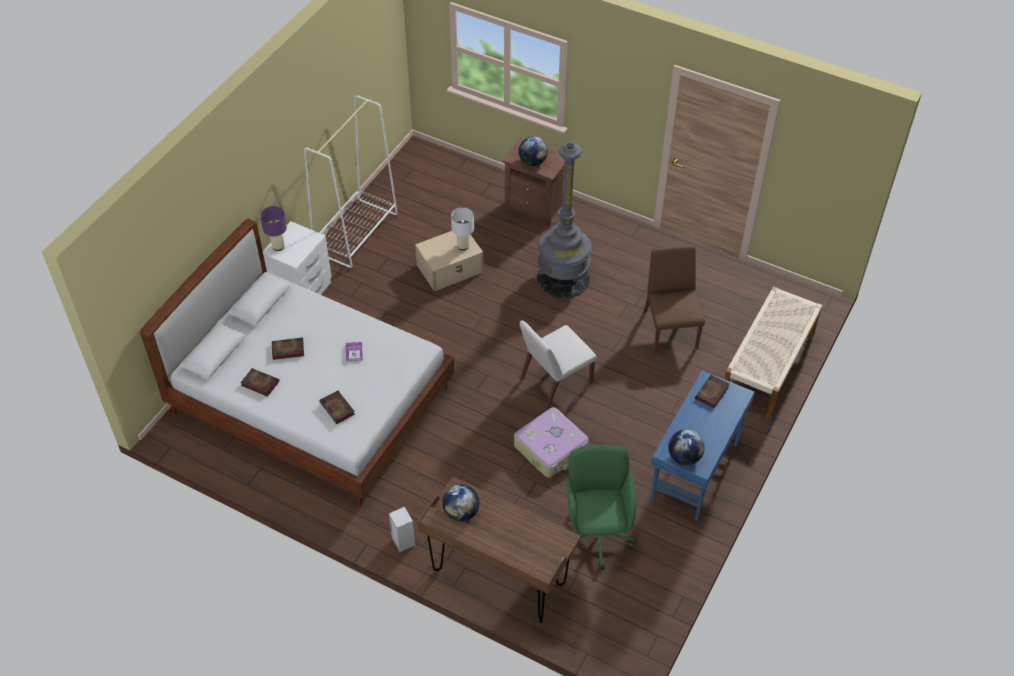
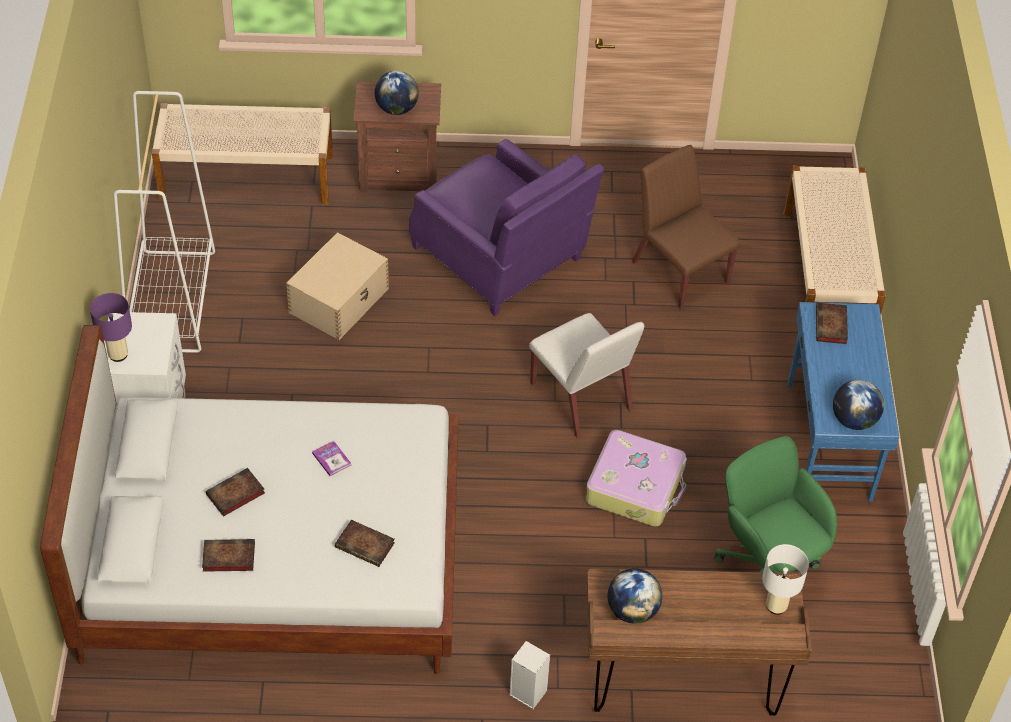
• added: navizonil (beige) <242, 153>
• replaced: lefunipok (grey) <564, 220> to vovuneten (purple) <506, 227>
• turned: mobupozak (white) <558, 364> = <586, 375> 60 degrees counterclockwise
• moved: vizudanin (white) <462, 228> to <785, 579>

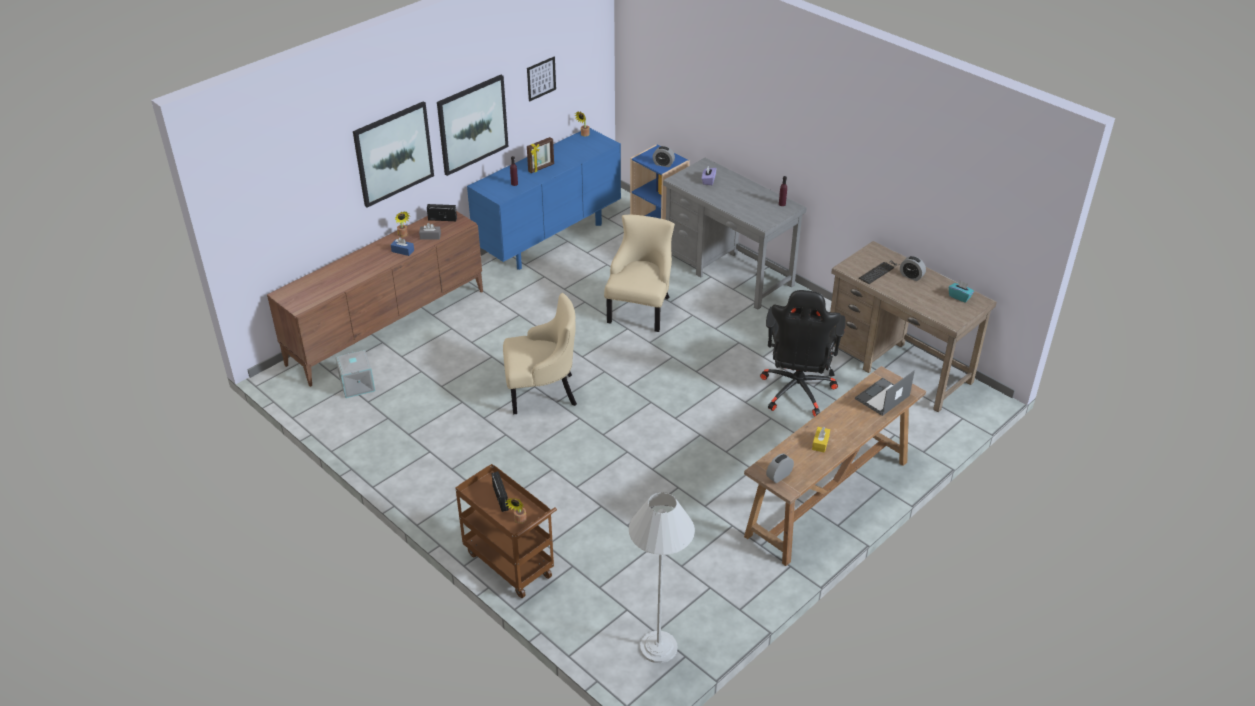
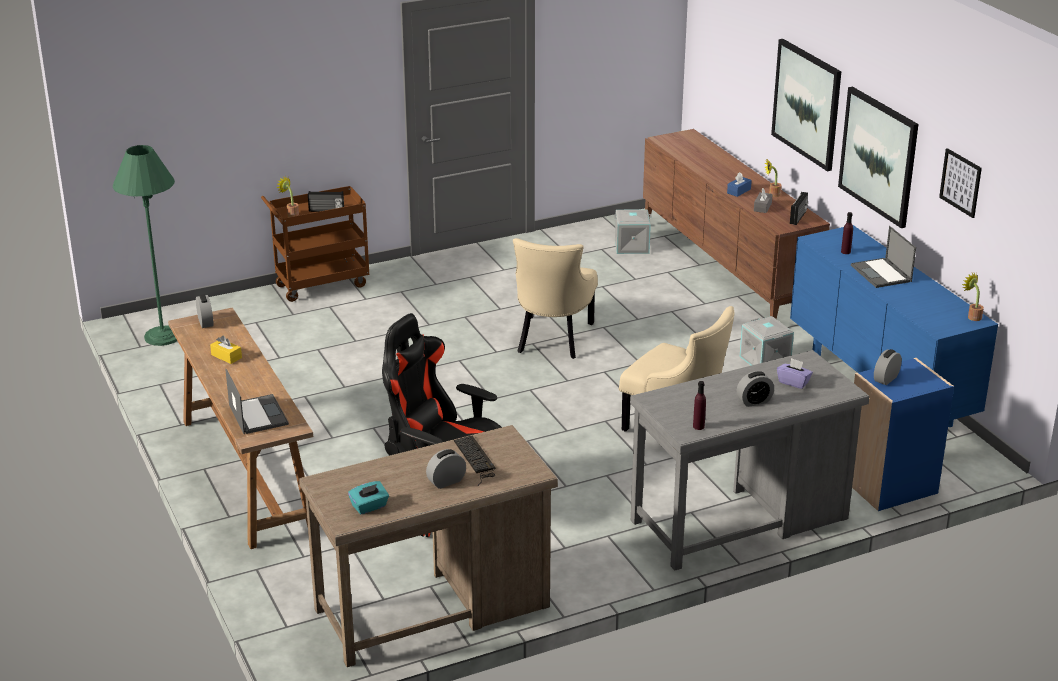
• recoloured: lefunipok (white) <662, 577> to lefunipok (green) <145, 245>
• added: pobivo <755, 389>
• added: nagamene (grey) <767, 340>
• replaced: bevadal <540, 155> to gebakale <883, 257>

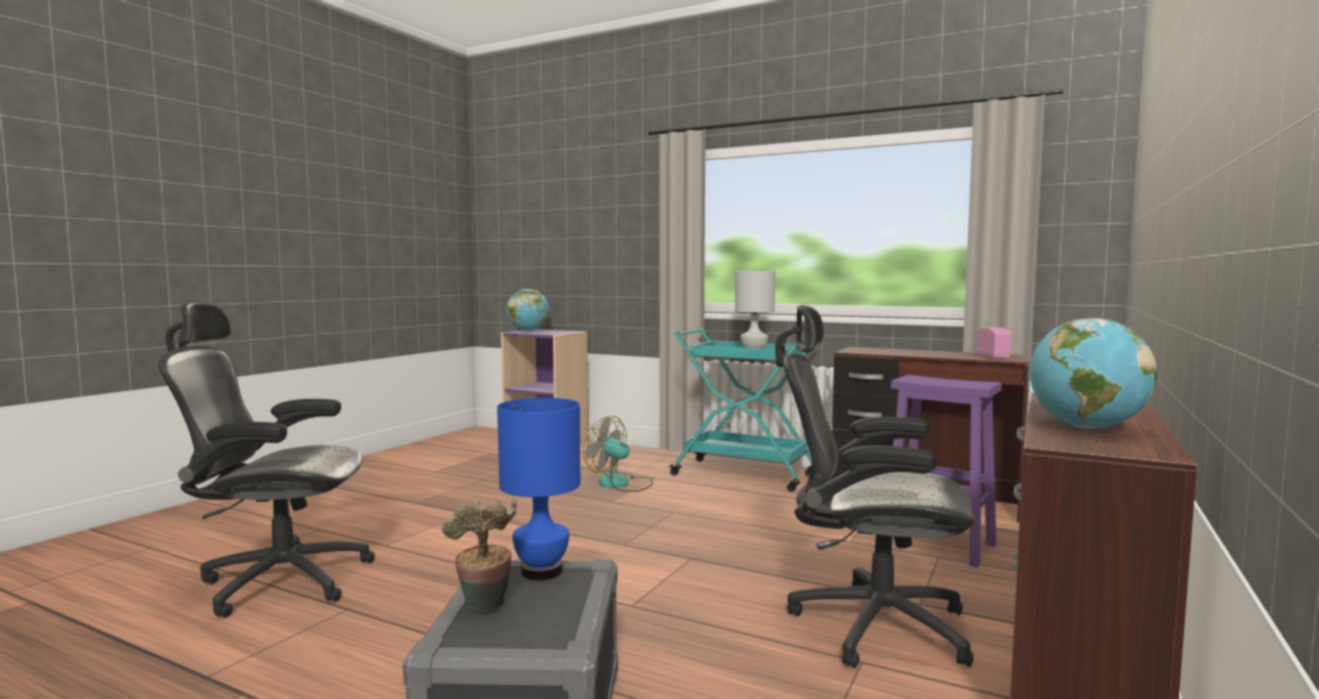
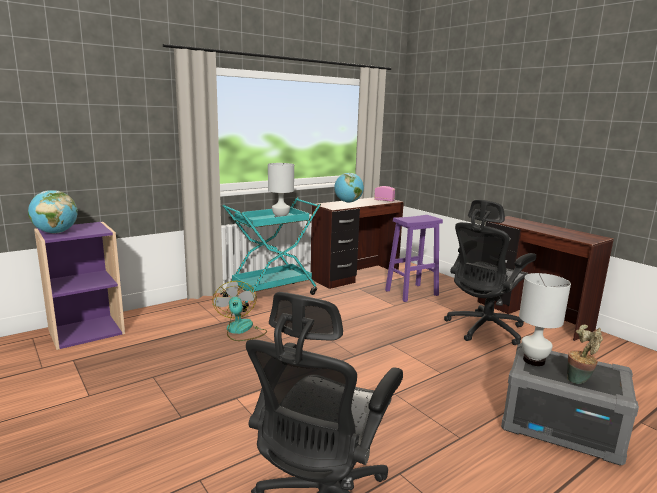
• turned: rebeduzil <618, 454> = <239, 311> 105 degrees clockwise
• moved: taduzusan <1093, 373> to <349, 188>
• recoloured: vizudanin (blue) <538, 489> to vizudanin (white) <545, 319>

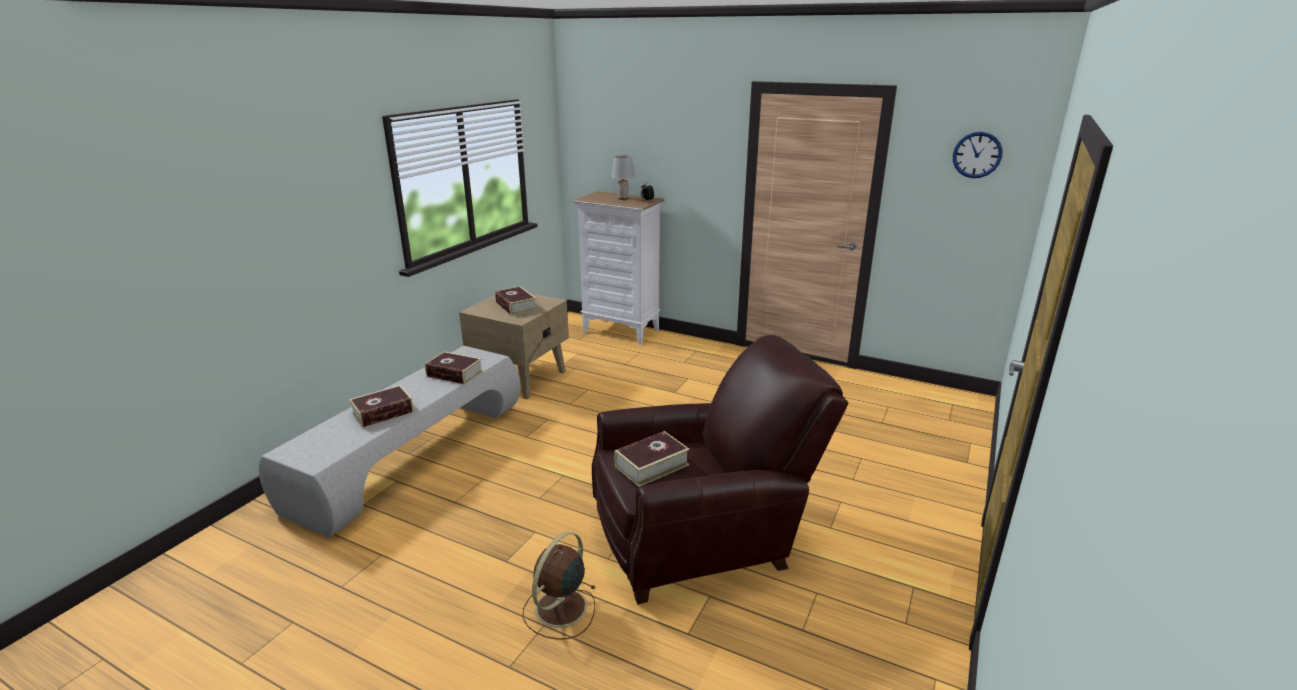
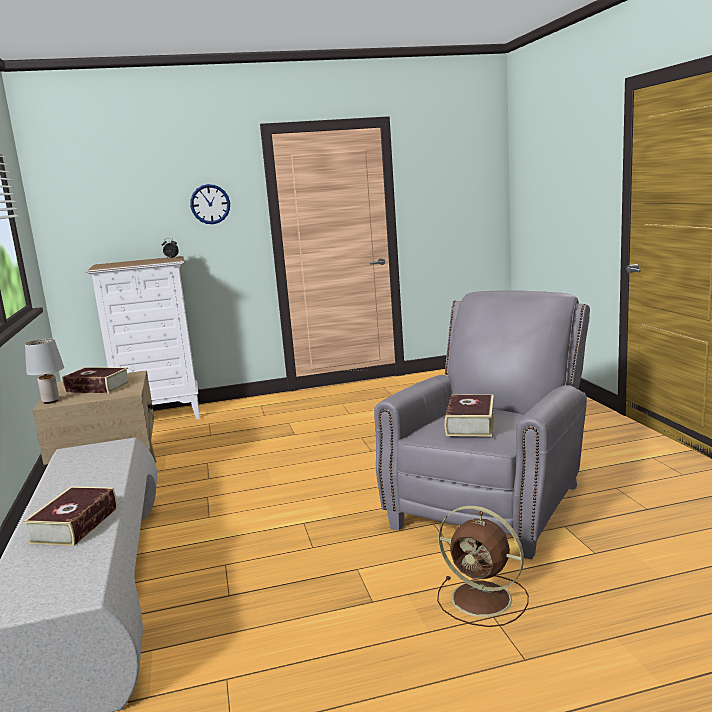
• moved: vizudanin (grey) <623, 177> to <44, 371>
• moved: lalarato <977, 155> to <210, 204>
• recoloured: vovuneten (brown) <720, 469> to vovuneten (grey) <482, 424>
• turned: rebeduzil (brown) <559, 586> = <483, 566> 45 degrees counterclockwise
• removed: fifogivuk <454, 368>

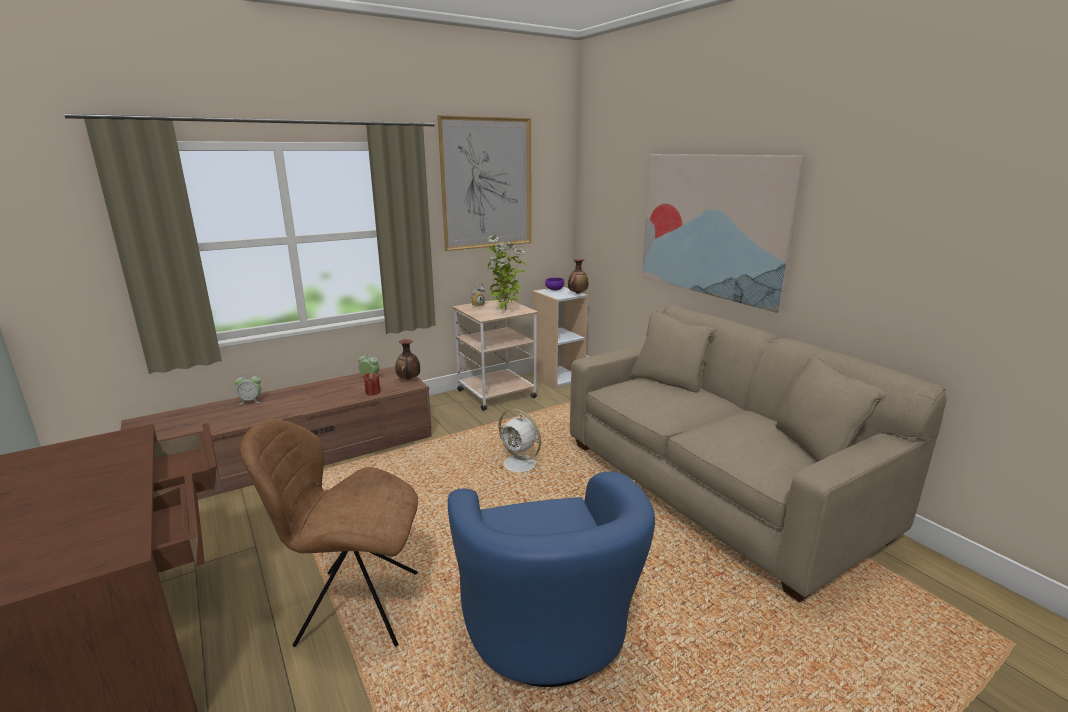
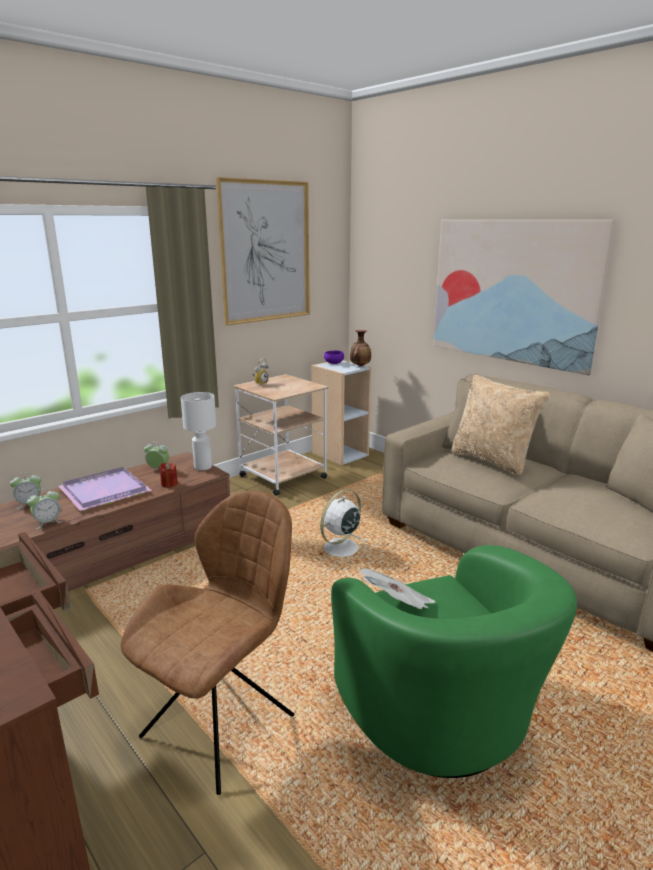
• added: pobivo <45, 508>
• added: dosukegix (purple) <105, 489>
• turned: mobupozak (brown) <329, 533> = <207, 643> 135 degrees clockwise
• replaced: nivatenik <407, 359> to vizudanin (white) <198, 431>
• turned: rebeduzil (white) <517, 440> = <344, 523> 105 degrees clockwise
• recoloured: vovuneten (blue) <551, 579> to vovuneten (green) <454, 661>
• added: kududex <397, 588>
• added: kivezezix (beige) <501, 425>
• removed: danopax <506, 273>

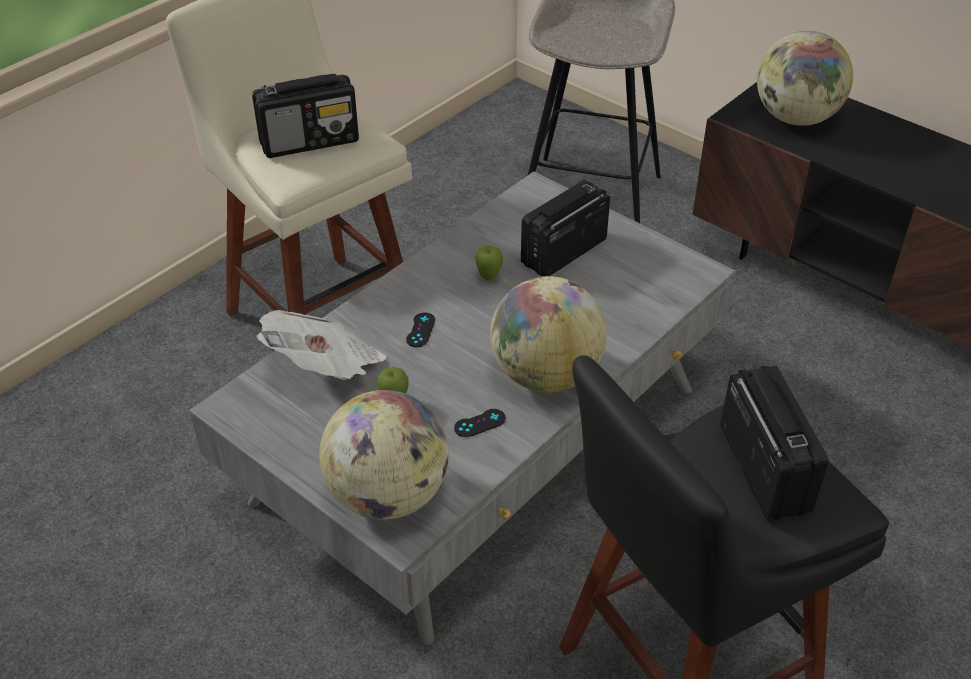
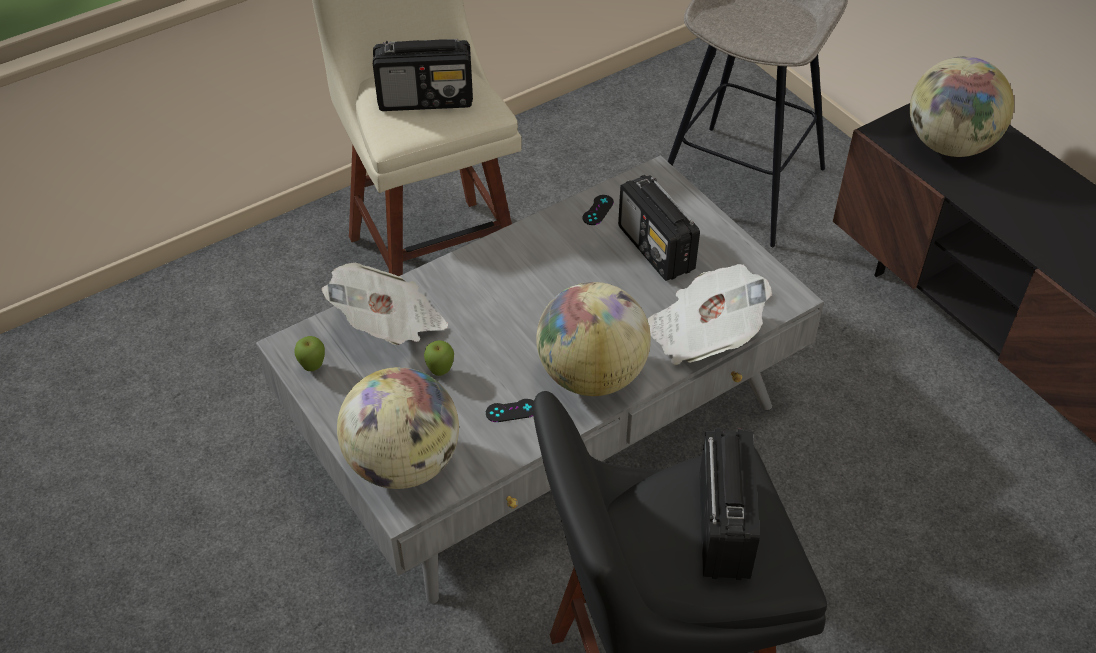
• moved: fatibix <489, 262> to <309, 353>
• moved: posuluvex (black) <420, 329> to <598, 210>
• turned: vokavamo <565, 228> = <659, 228> 90 degrees counterclockwise
• added: kududex <709, 314>

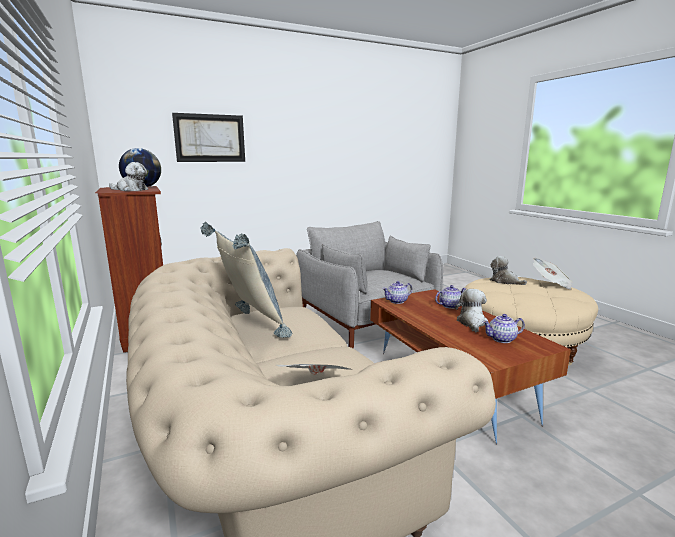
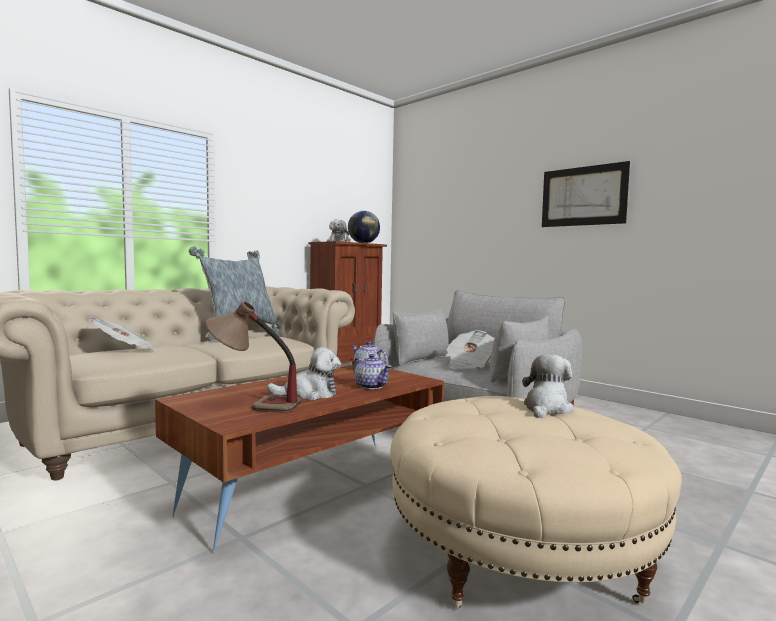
• replaced: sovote <504, 328> to vizudanin <253, 357>
• moved: kududex <553, 274> to <469, 349>
• moved: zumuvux <208, 137> to <586, 194>

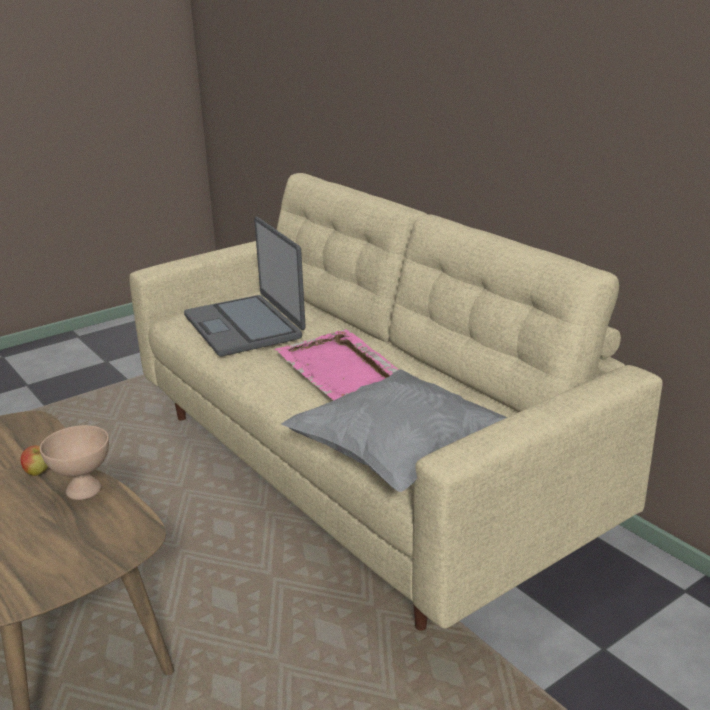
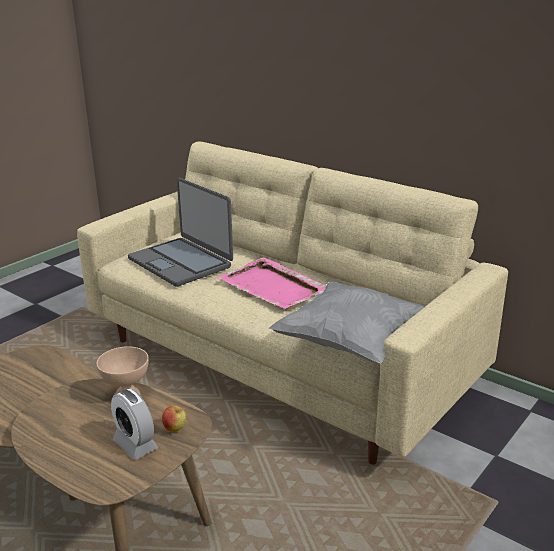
• added: pobivo <134, 424>
• moved: fatibix <34, 460> to <174, 418>

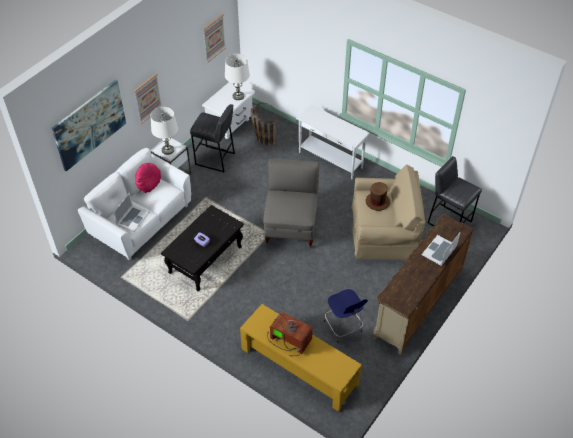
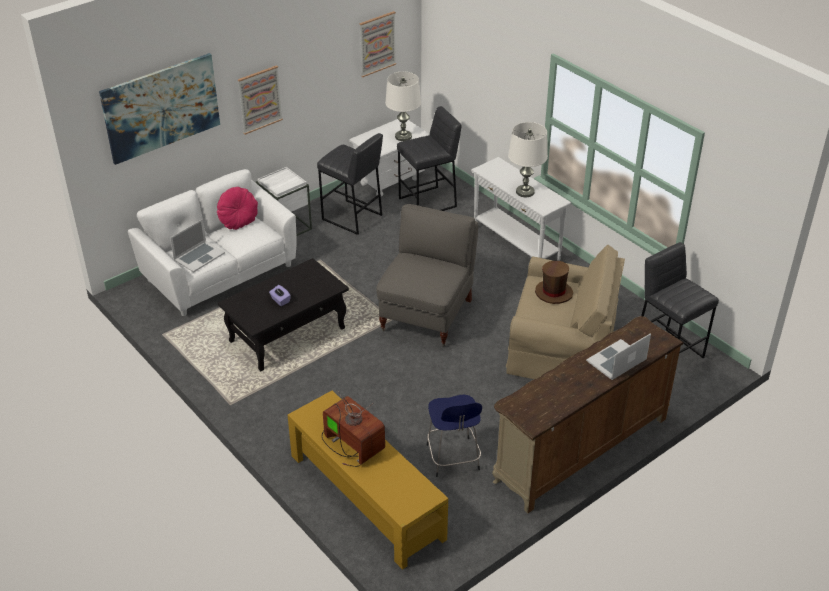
• replaced: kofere <265, 124> to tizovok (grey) <429, 158>
• moved: vizudanin (white) <164, 131> to <528, 159>

